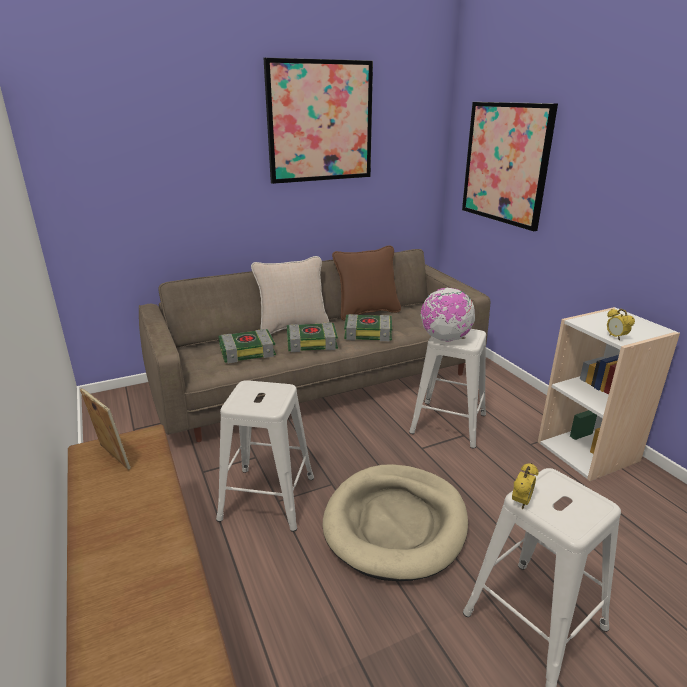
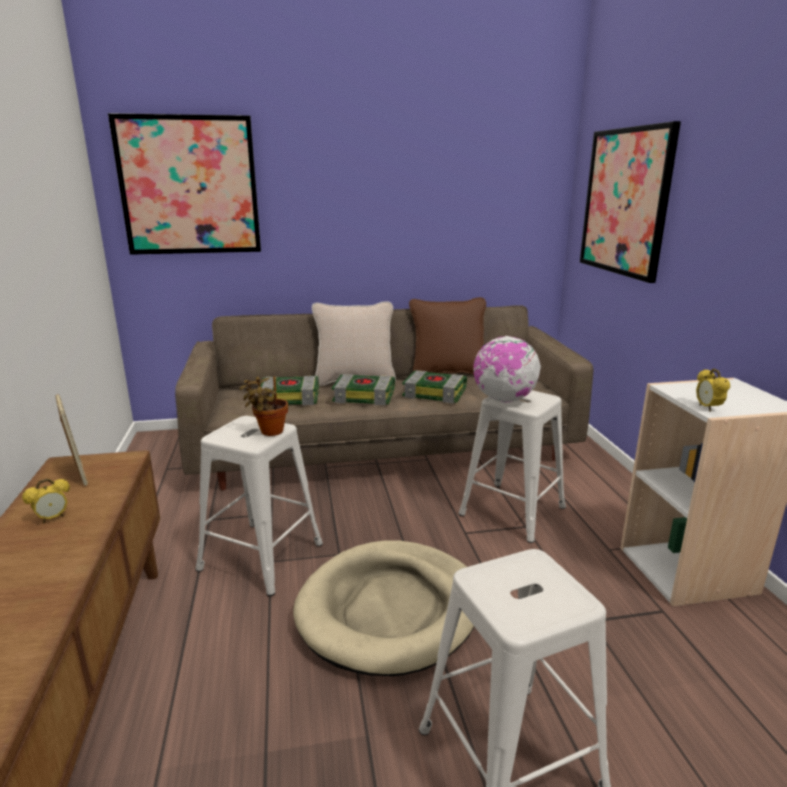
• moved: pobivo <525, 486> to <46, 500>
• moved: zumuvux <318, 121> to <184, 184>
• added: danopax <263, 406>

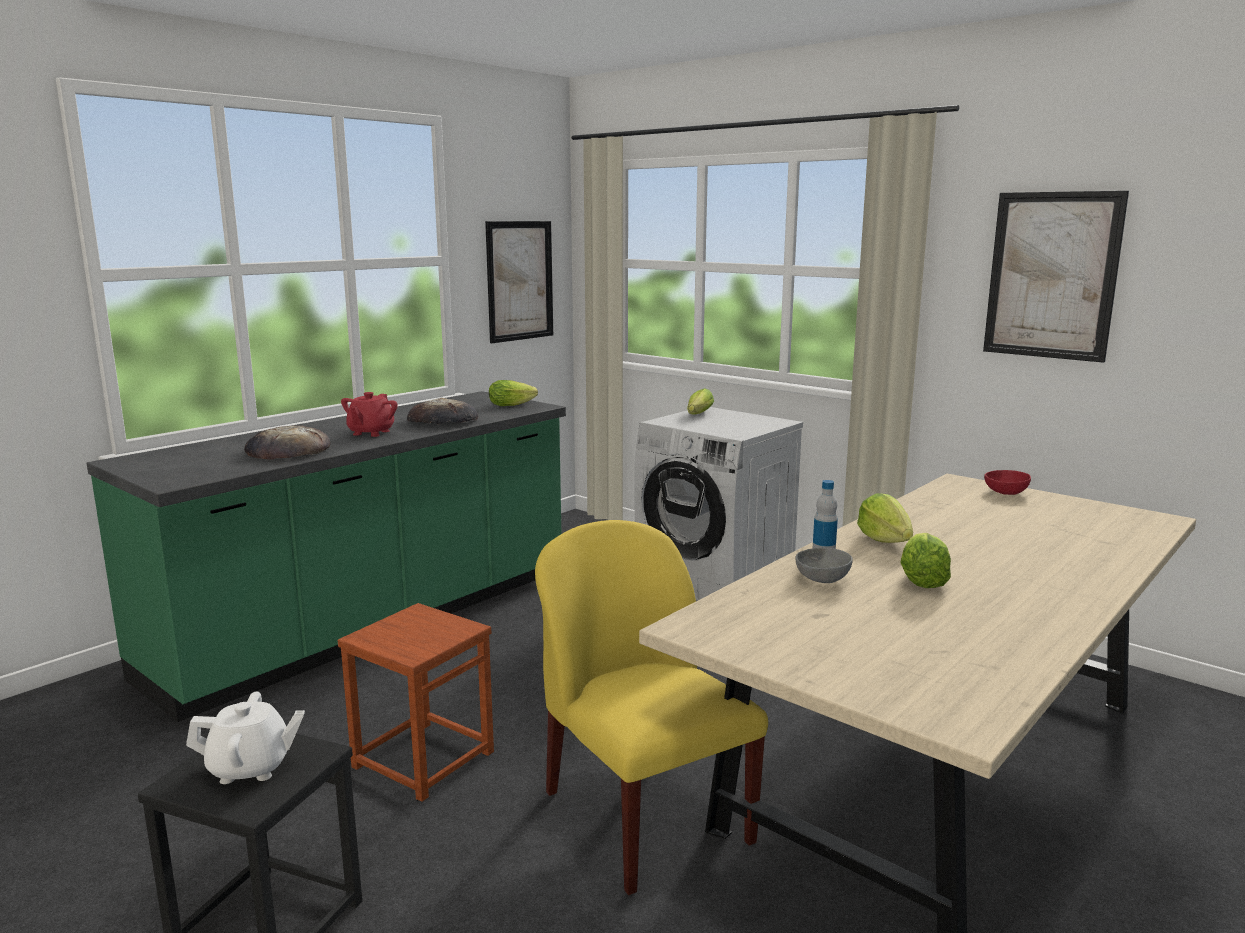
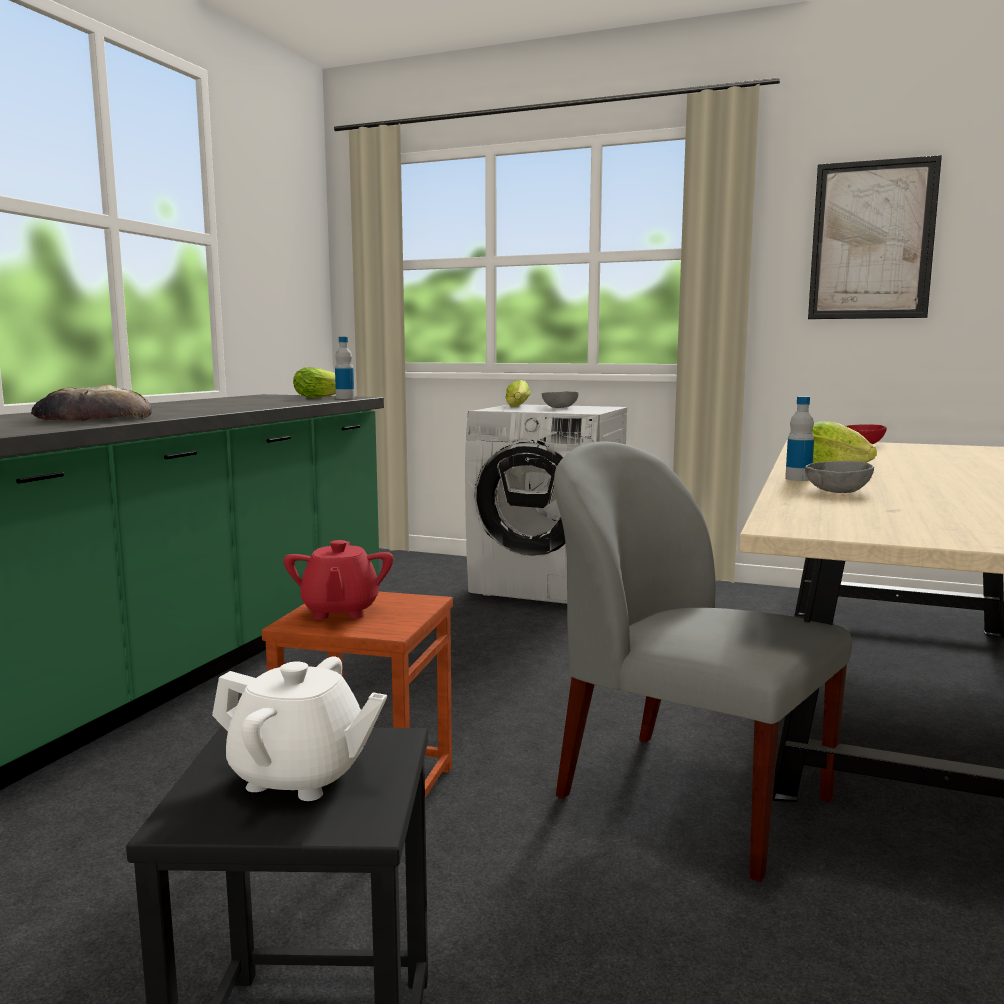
• turned: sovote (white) <245, 738> = <299, 728> 45 degrees clockwise
• moved: sovote (red) <369, 414> to <338, 579>
• added: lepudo <344, 368>
• added: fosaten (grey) <560, 399>
• recoloured: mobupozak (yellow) <651, 707> to mobupozak (grey) <703, 662>
• removed: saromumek <443, 411>
• removed: zumuvux <519, 282>
• removed: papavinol <925, 560>

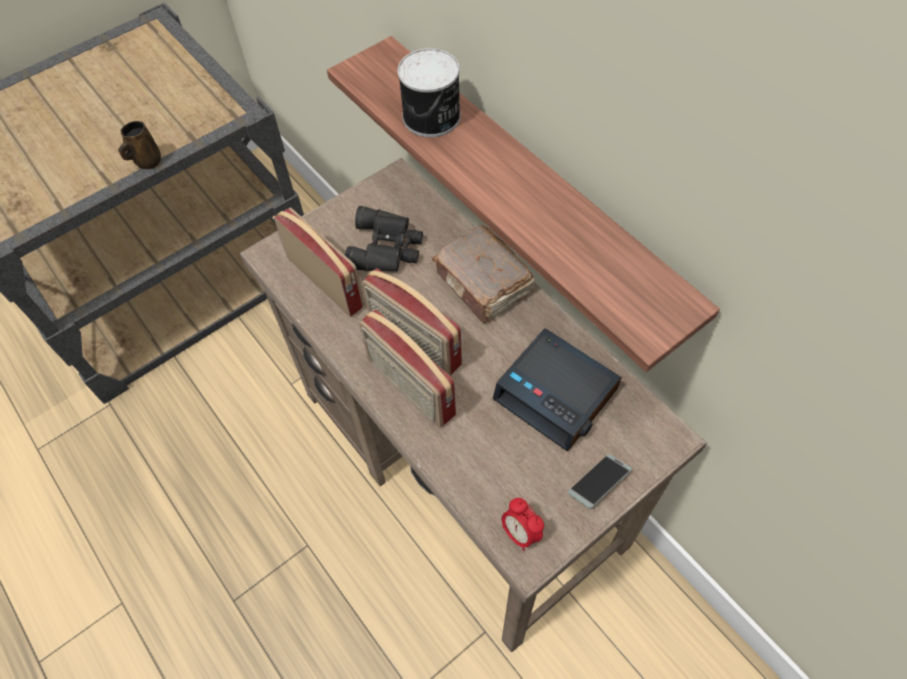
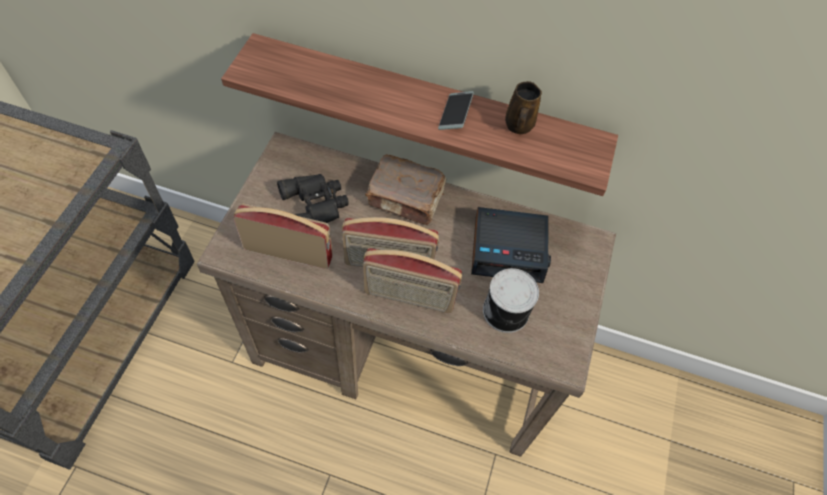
• moved: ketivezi <600, 481> to <456, 110>
• moved: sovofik <429, 92> to <511, 300>
• moved: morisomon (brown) <139, 145> to <523, 107>
• removed: pobivo <523, 524>

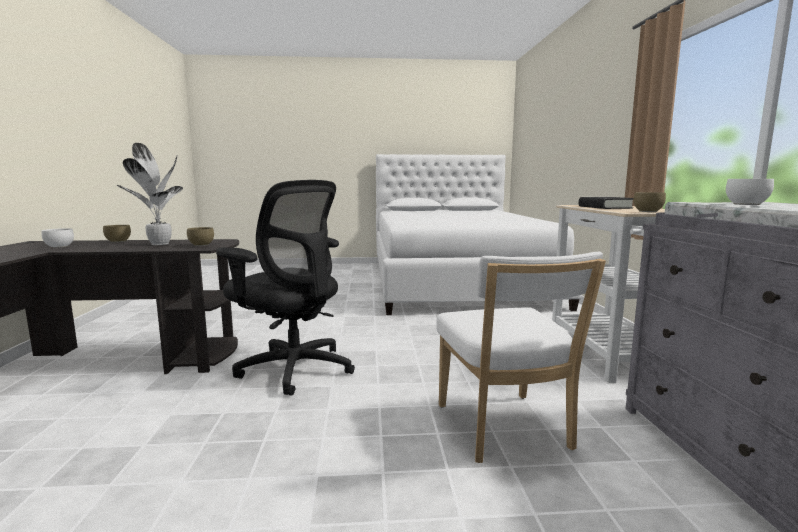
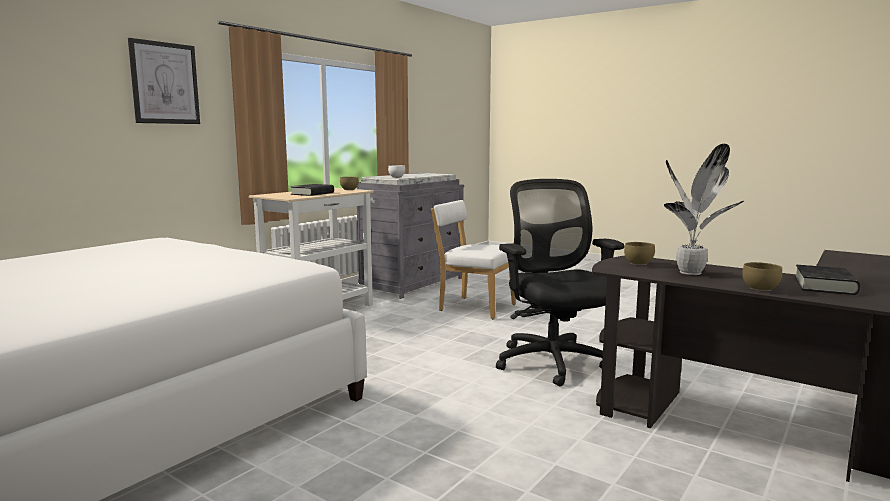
• added: zumuvux <164, 81>
• turned: mobupozak (white) <521, 357> = <473, 259> 90 degrees counterclockwise
• replaced: fosaten (white) <58, 238> to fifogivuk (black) <827, 280>

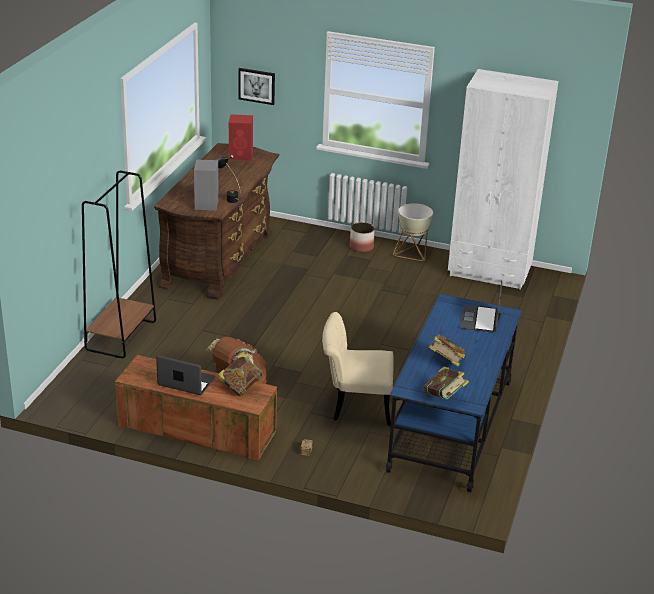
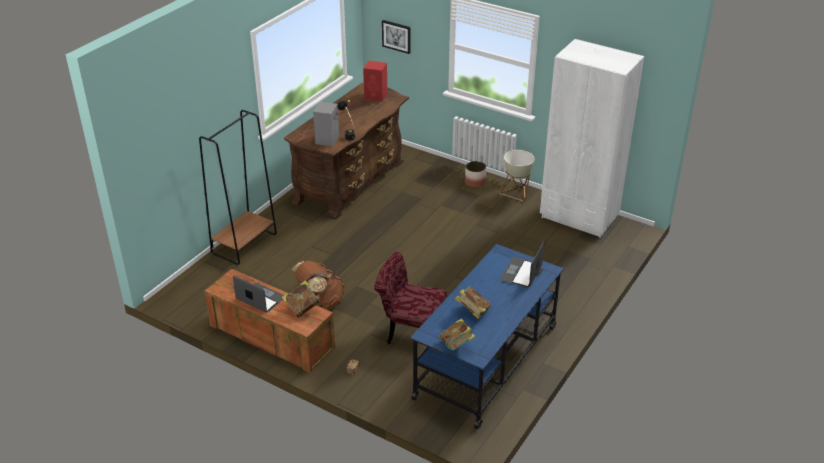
• recoloured: mobupozak (beige) <358, 369> to mobupozak (red) <410, 297>

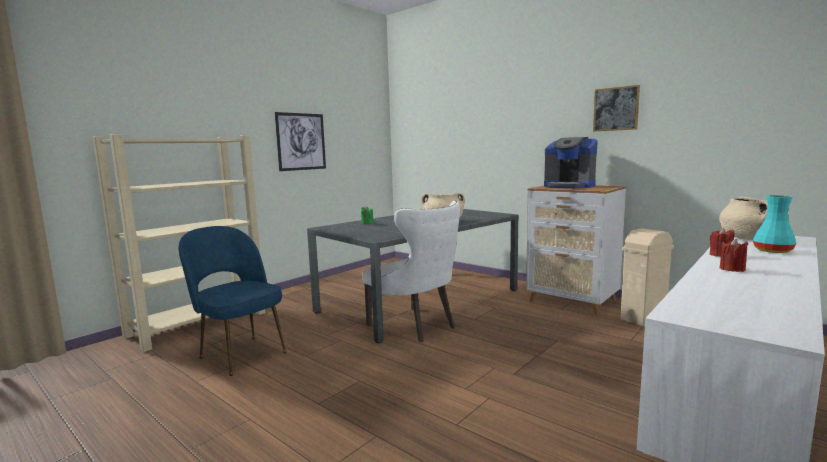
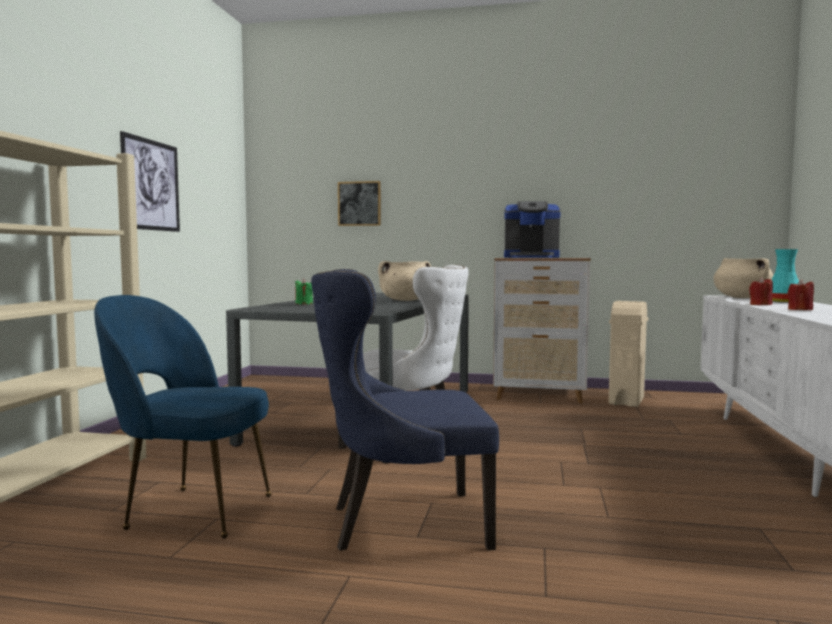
• added: mobupozak (blue) <405, 410>
• moved: zumuvux <616, 108> to <359, 203>

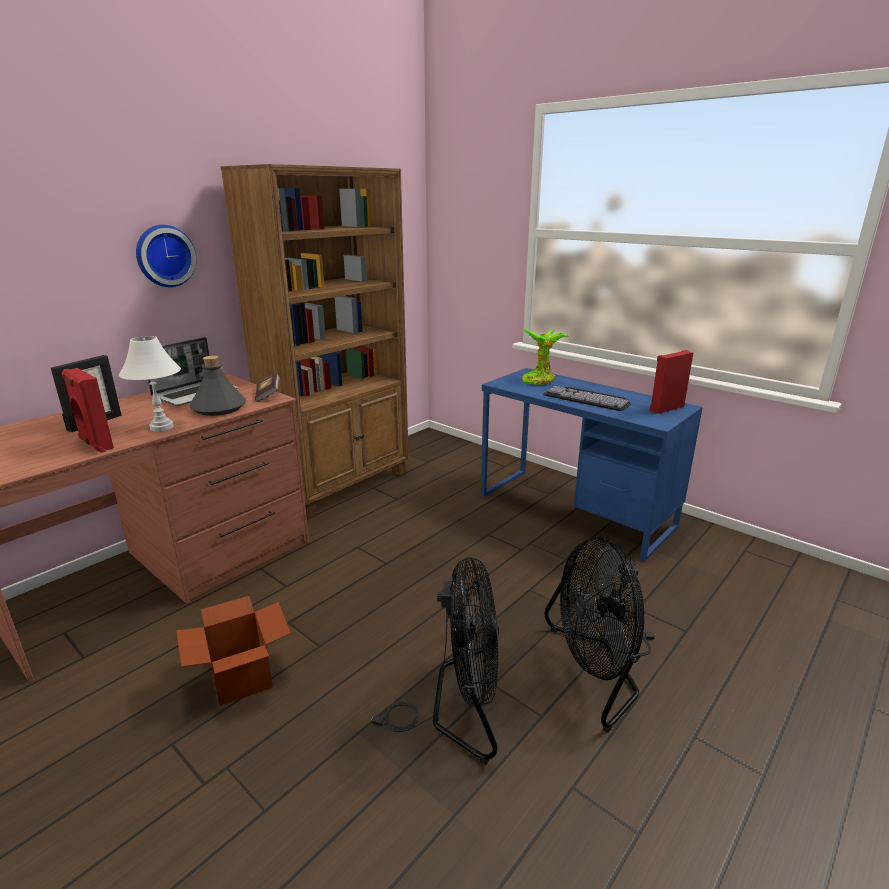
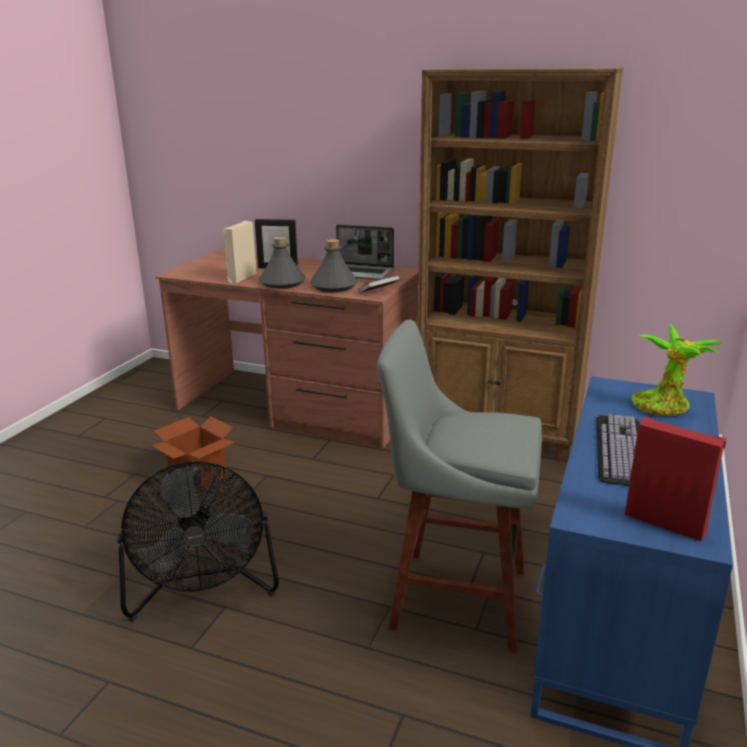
• recoloured: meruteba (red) <88, 410> to meruteba (beige) <239, 252>
• replaced: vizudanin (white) <150, 384> to lepudo (grey) <282, 263>
• added: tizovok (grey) <459, 486>
• removed: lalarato <166, 256>
• removed: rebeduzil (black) <601, 635>

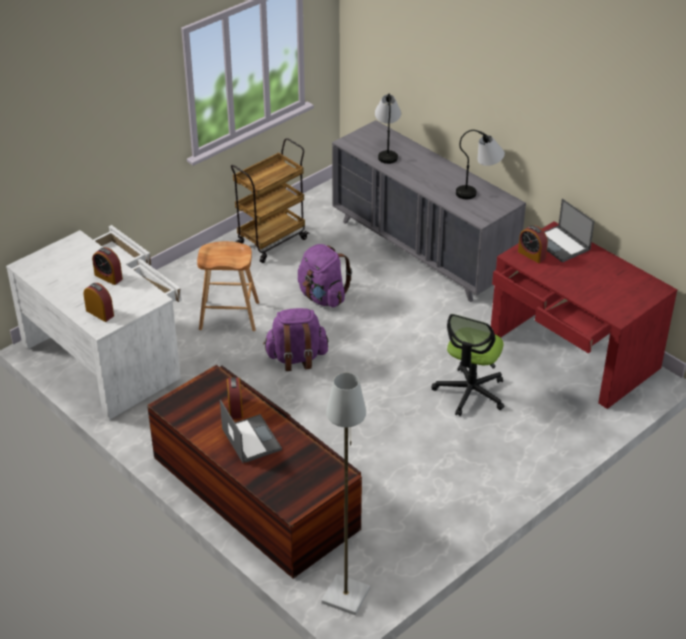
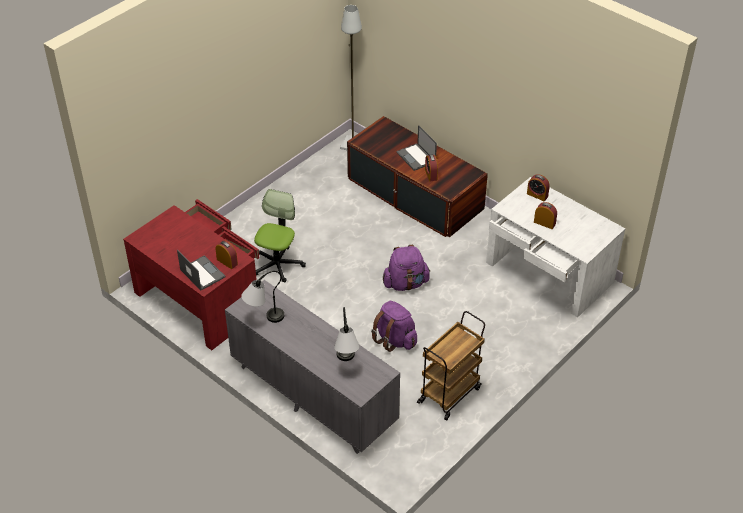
• removed: tizovok (brown) <228, 286>

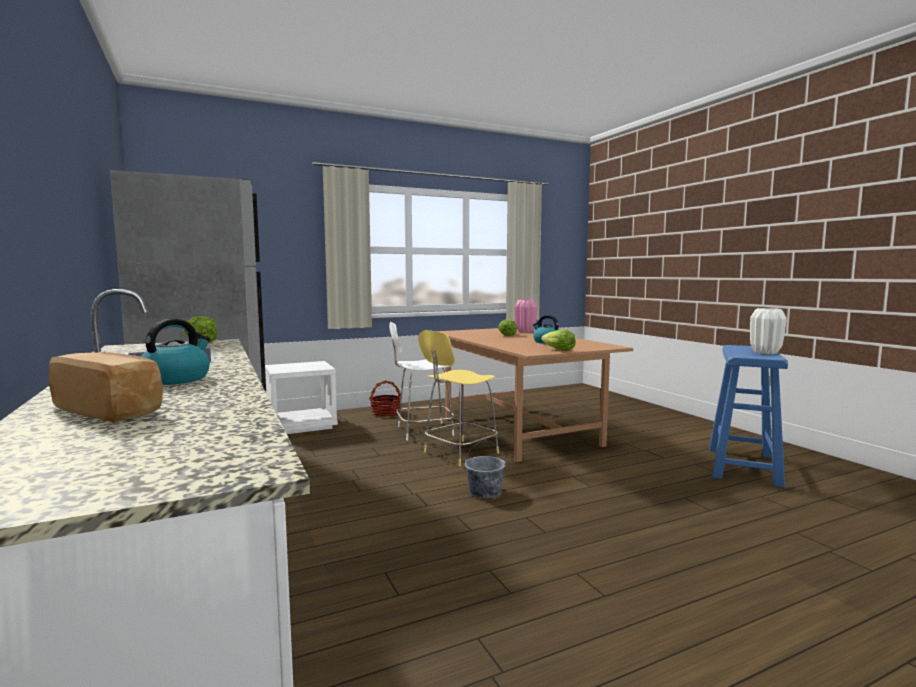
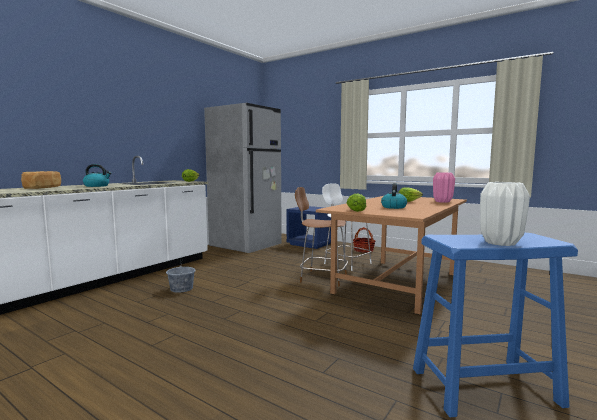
• moved: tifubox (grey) <485, 469> to <181, 274>
• recoloured: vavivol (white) <301, 397> to vavivol (blue) <309, 227>
• recoloured: tizovok (yellow) <458, 398> to tizovok (brown) <321, 236>

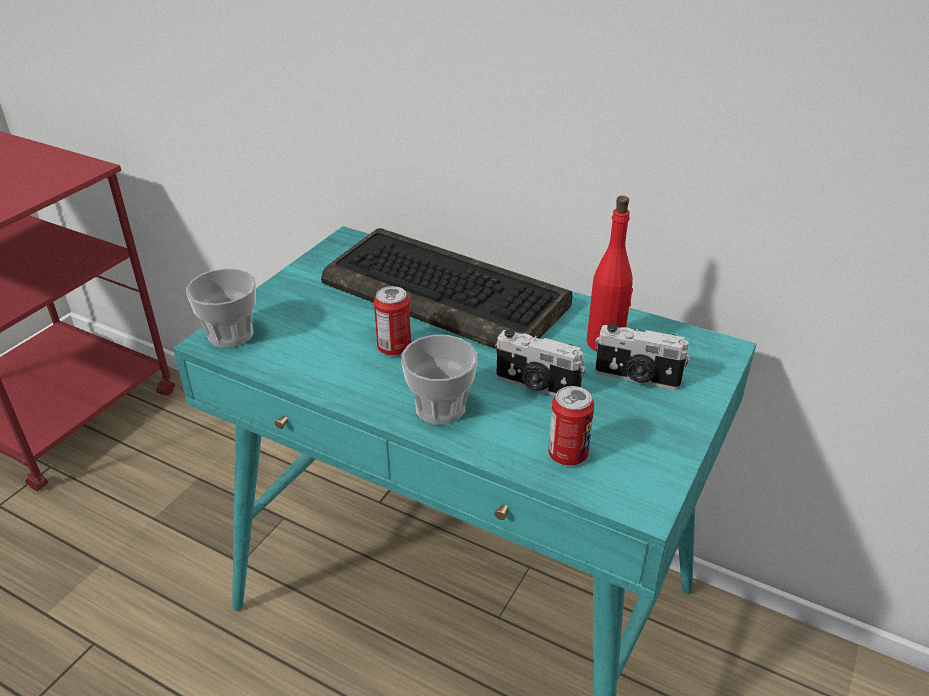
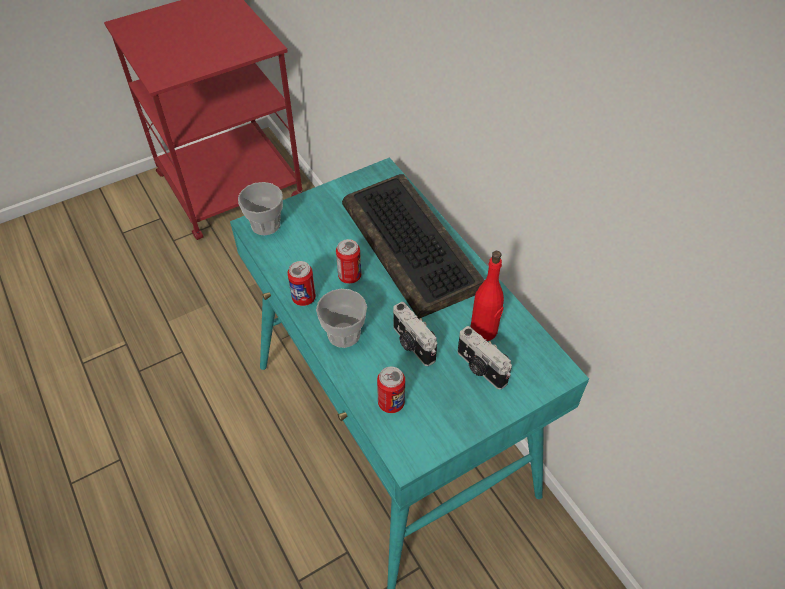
• added: sovofik <301, 283>

